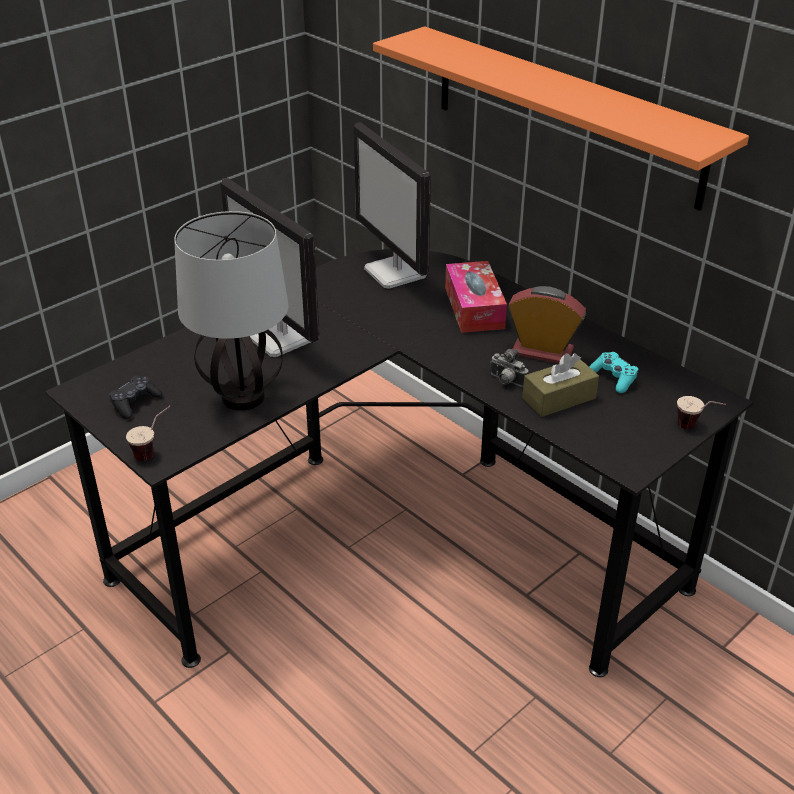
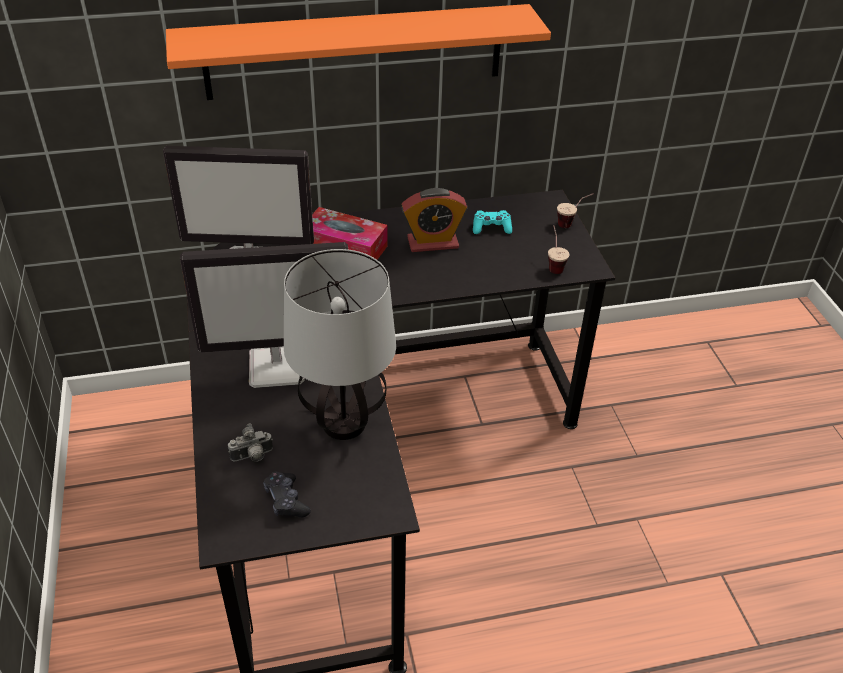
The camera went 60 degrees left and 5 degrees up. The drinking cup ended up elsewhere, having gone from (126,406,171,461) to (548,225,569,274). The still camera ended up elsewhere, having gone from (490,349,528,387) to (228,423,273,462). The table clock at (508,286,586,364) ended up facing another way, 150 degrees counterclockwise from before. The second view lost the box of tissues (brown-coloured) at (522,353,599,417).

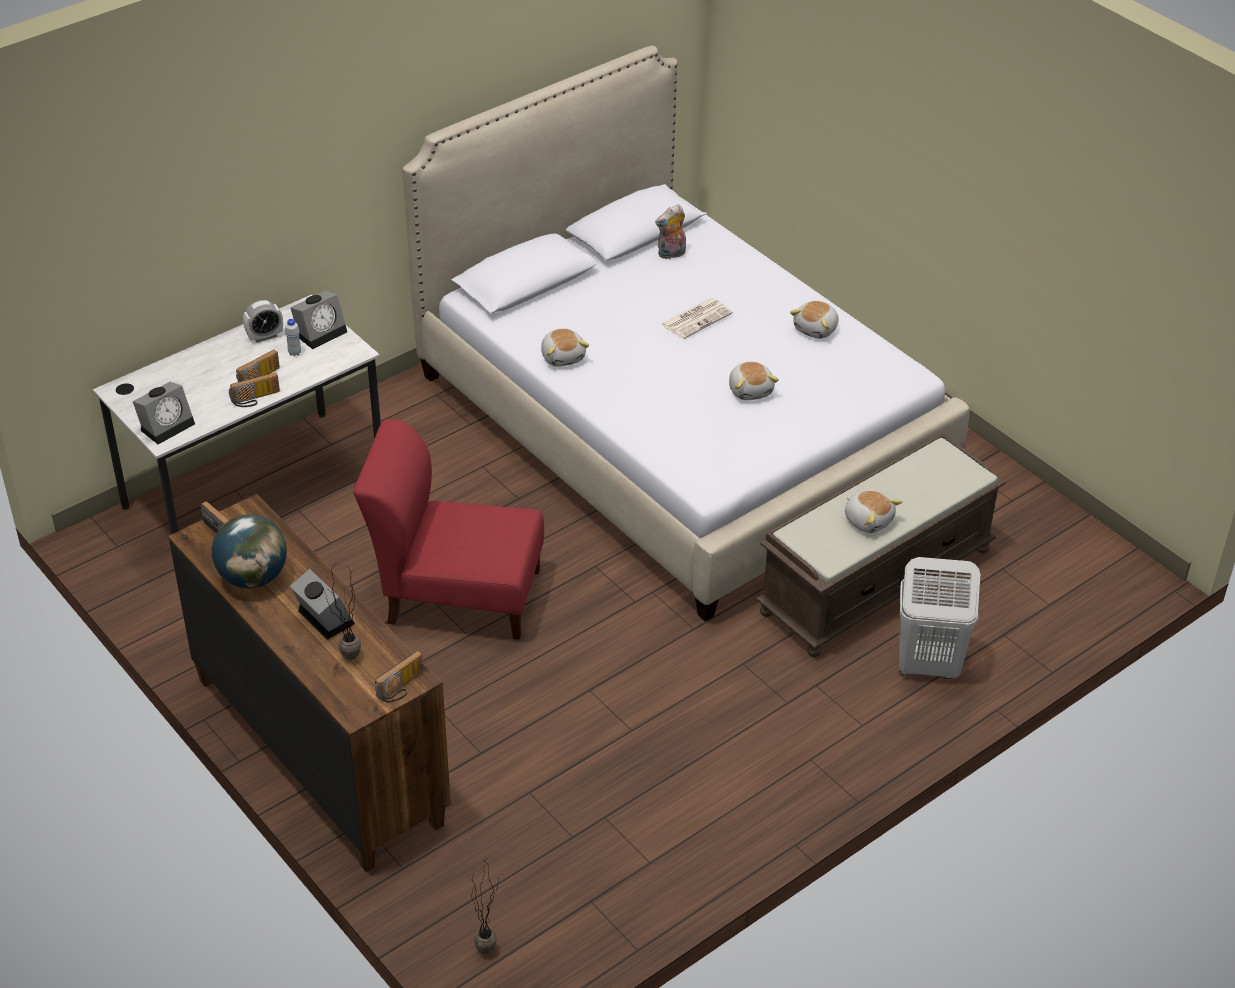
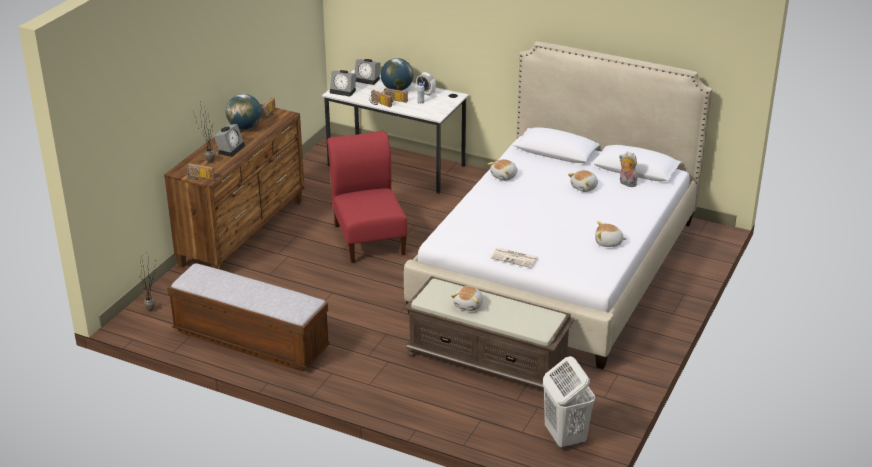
The camera went 65 degrees right and 10 degrees down. The table clock ended up elsewhere, having gone from (290,291,347,349) to (355,59,380,85). The daily paper ended up elsewhere, having gone from (661,298,733,339) to (490,247,539,268). The soft toy ended up elsewhere, having gone from (729,362,779,400) to (568,170,598,192). The laundry basket (whitish) ended up elsewhere, having gone from (899,557,980,679) to (543,356,595,448). The second view gained the long seat at (167,263,330,372). The second view gained the desk globe at (381,58,413,91).

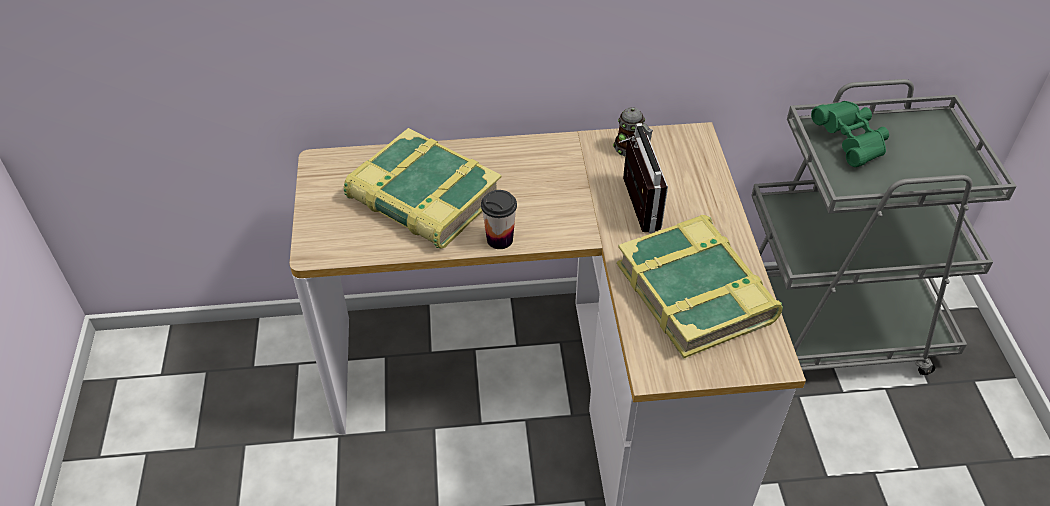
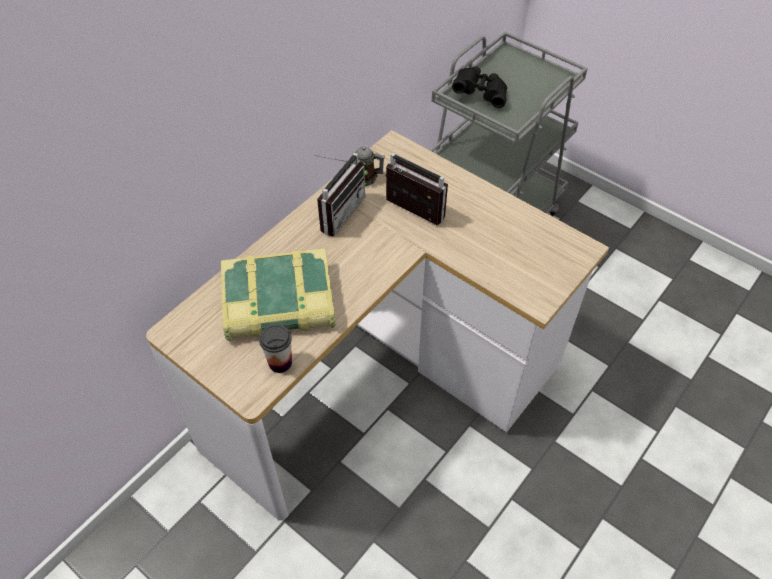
The camera went 45 degrees left and 5 degrees up. The drinking cup ended up elsewhere, having gone from (481,190,517,249) to (259,324,292,373). The second view lost the book at (616,215,783,358). What was the binoculars (greenish) at (811,101,889,167) turned into the binoculars (blackish) at (452,66,507,108). The second view gained the radio receiver at (313,153,365,236).

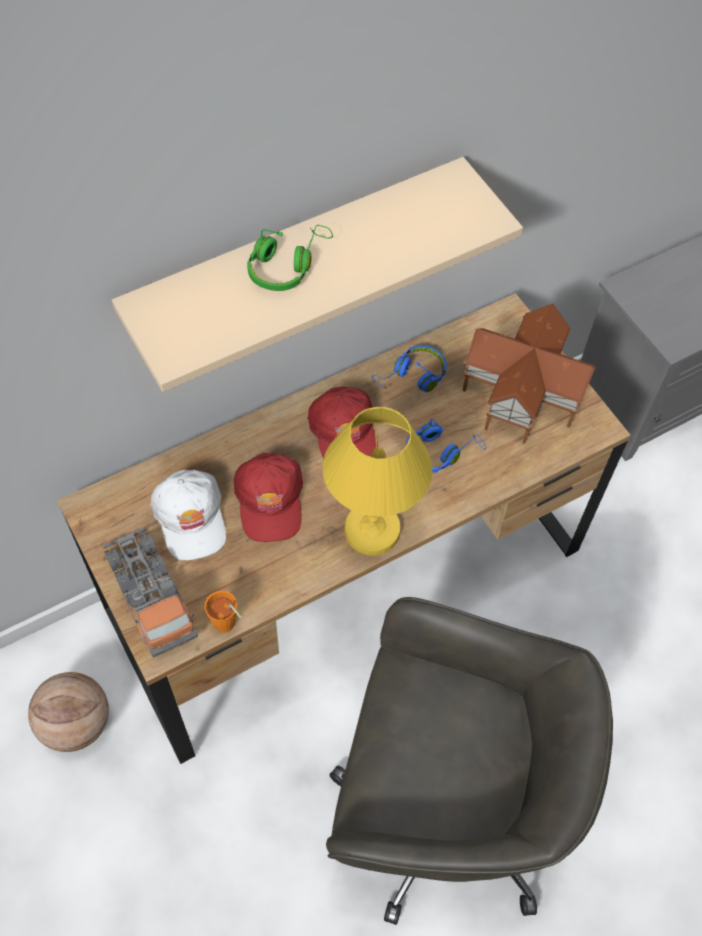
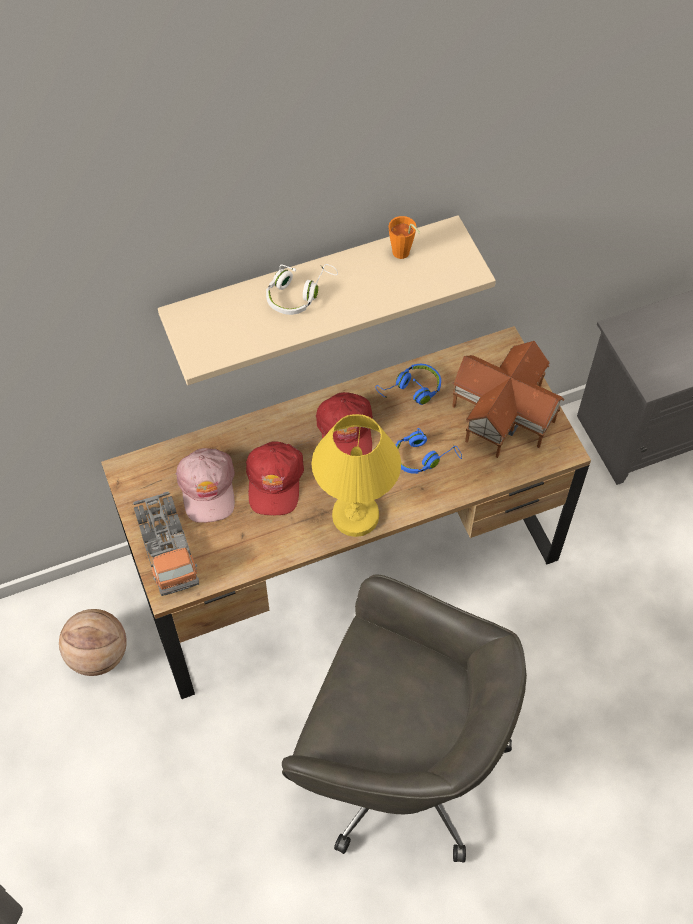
The camera went 10 degrees right and 0 degrees up. What was the peaked cap (whitish) at (150,470,226,561) turned into the peaked cap (pink-coloured) at (176,448,235,523). The drinking cup (orange) ended up elsewhere, having gone from (204,591,242,633) to (388,216,420,259). What was the headphones (greenish) at (247,225,333,291) turned into the headphones (whitish) at (266,264,338,315).

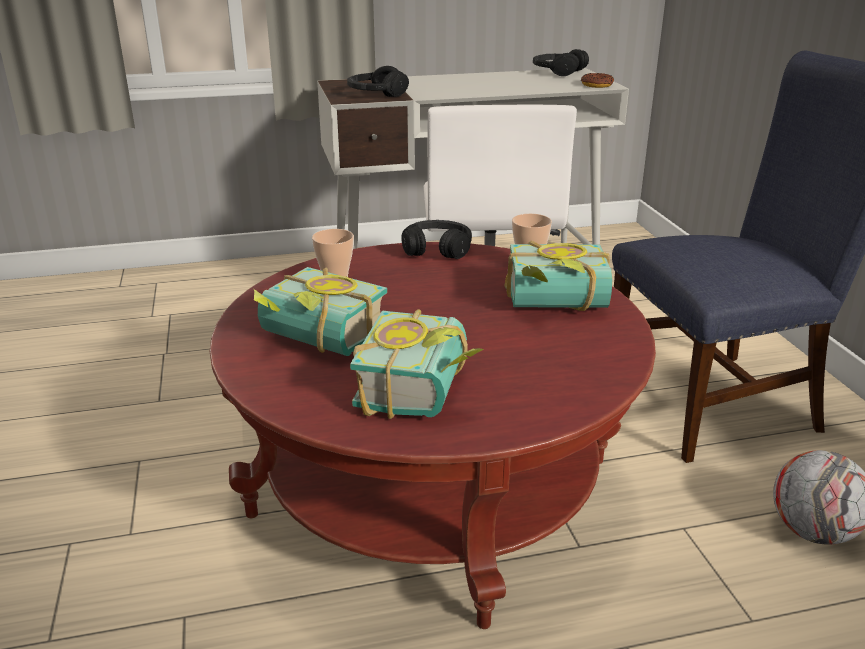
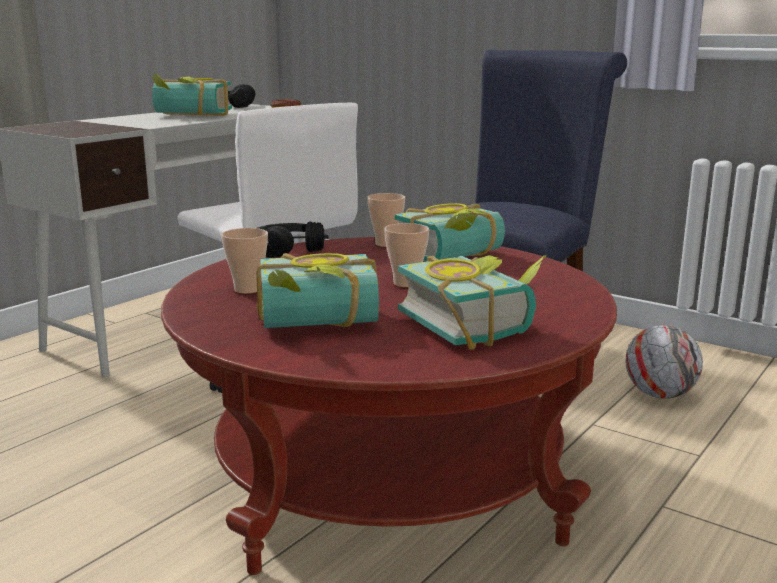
The camera went 40 degrees left and 10 degrees down. The second view lost the headphones (blackish) at (347,66,409,97). The second view gained the book at (152,74,232,116). The second view gained the drinking cup at (384,223,429,287).

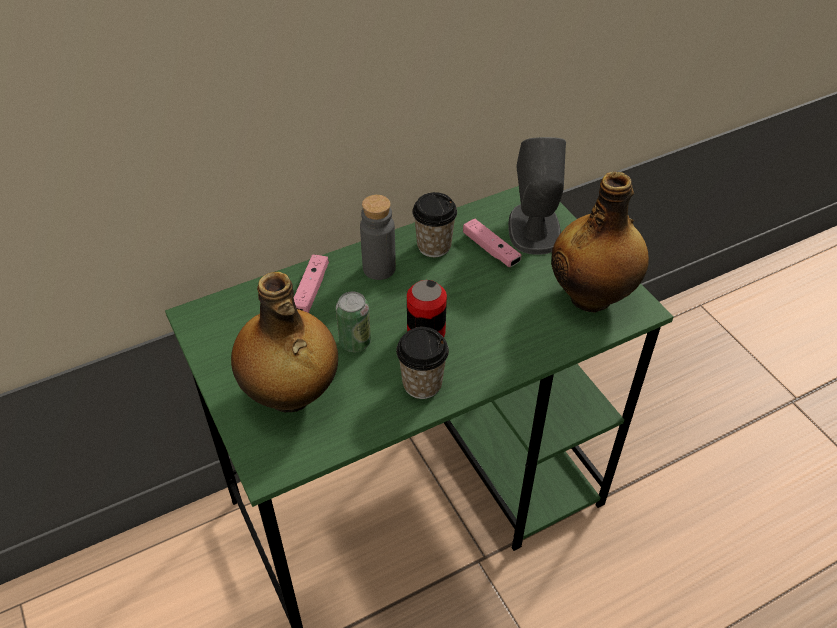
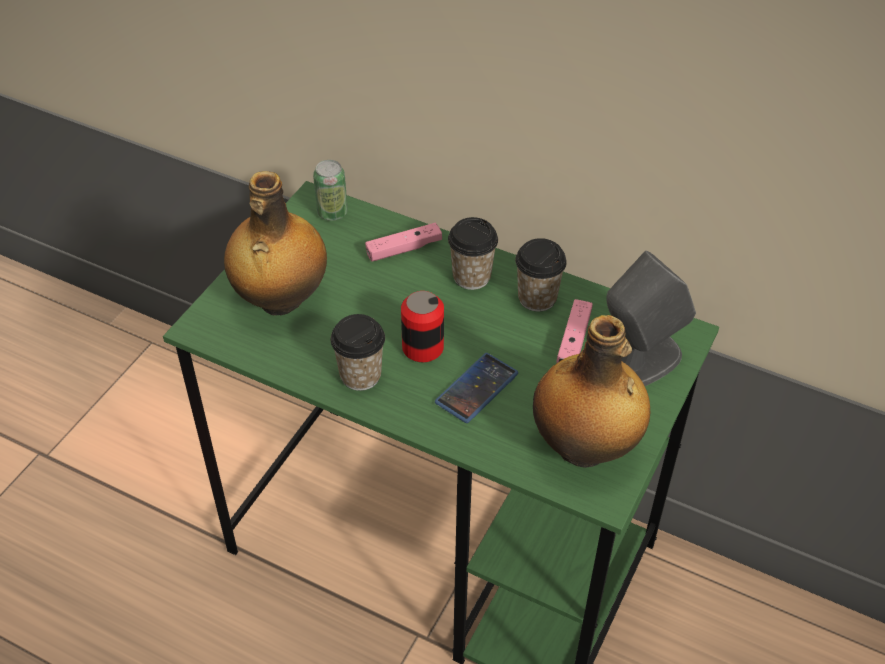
The camera went 55 degrees right and 0 degrees up. The metal can ended up elsewhere, having gone from (336,291,371,352) to (313,160,348,221). Where the bottle (gray) stood at (360,195,396,280), the drinking cup came to stand at (448,217,498,290). The second view gained the handset at (435,353,518,423).

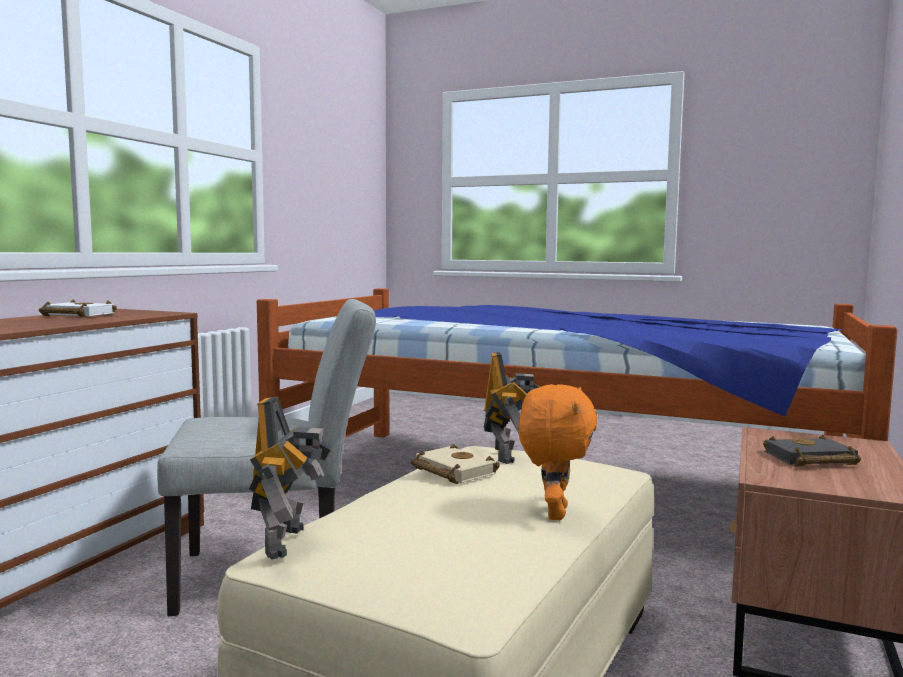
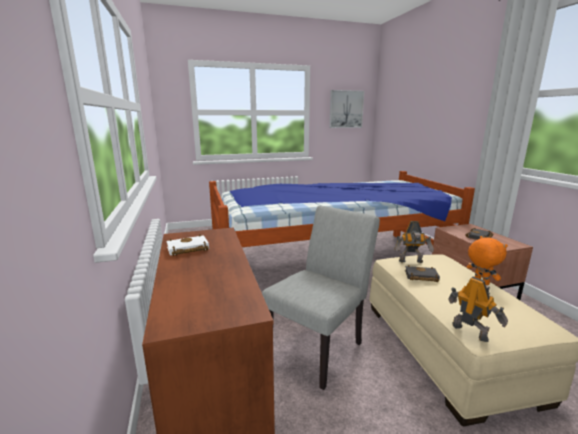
The camera went 40 degrees left and 10 degrees up. What was the book (beige-coloured) at (411,444,500,484) turned into the book (blackish) at (405,265,440,282). The model robot at (484,352,540,464) ended up facing another way, 135 degrees clockwise from before. The second view gained the wall picture at (329,90,364,128).

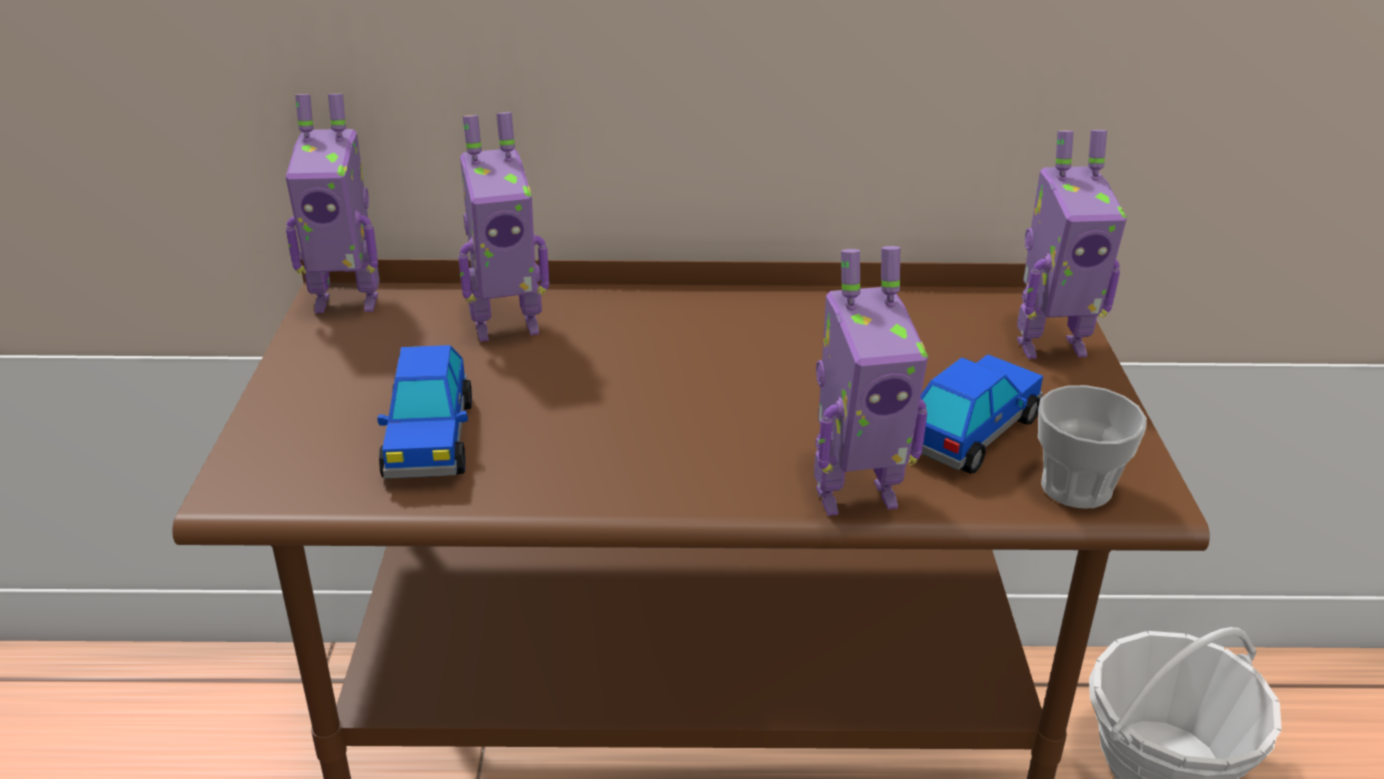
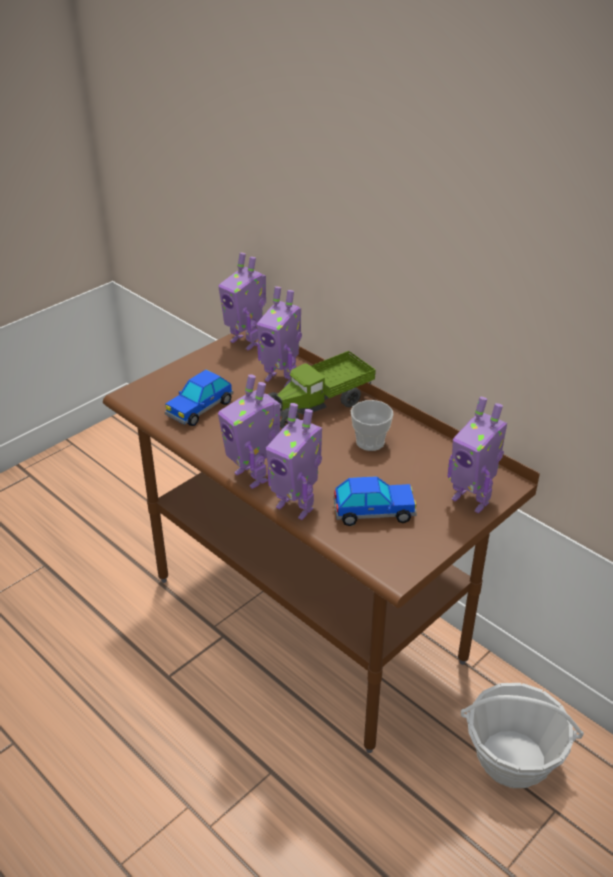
The camera went 45 degrees right and 5 degrees up. The drinking cup ended up elsewhere, having gone from (1038,385,1147,508) to (351,400,394,451). The second view gained the model robot at (218,374,280,489). The second view gained the toy lorry at (268,351,376,429).

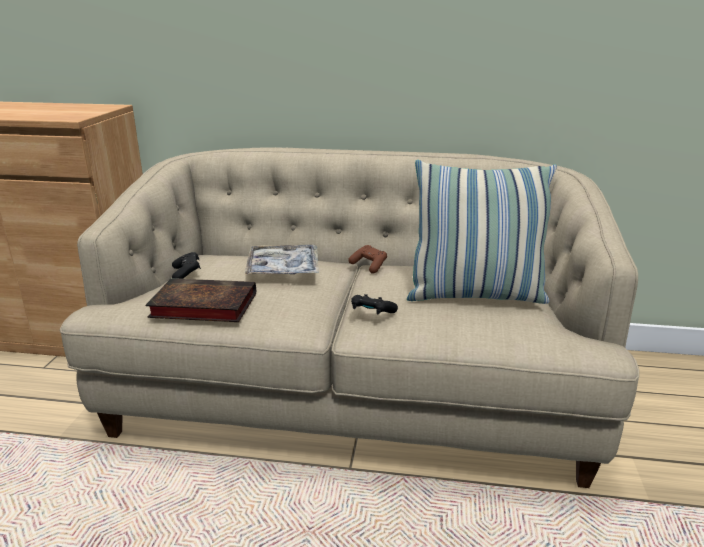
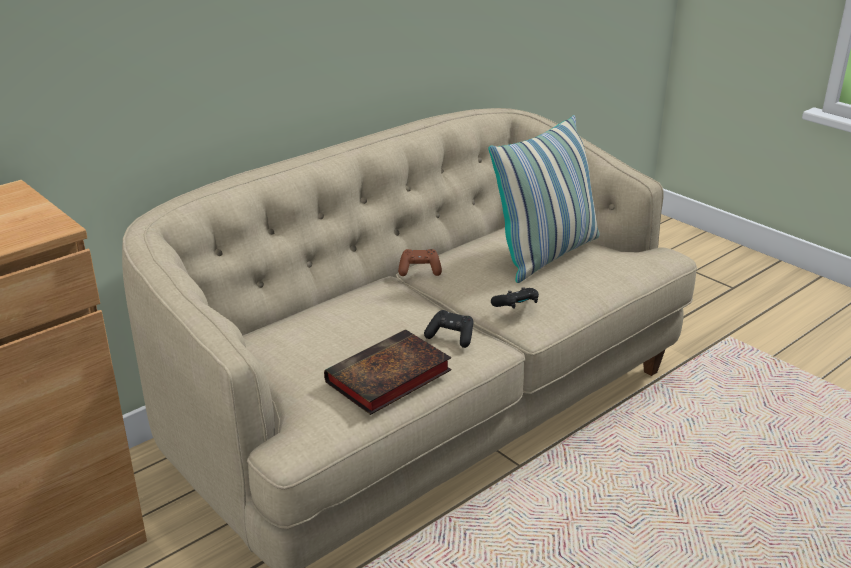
The camera went 50 degrees left and 5 degrees up. The joypad (blackish) ended up elsewhere, having gone from (172,252,201,279) to (424,310,473,348). The second view lost the tray at (245,245,319,275).

